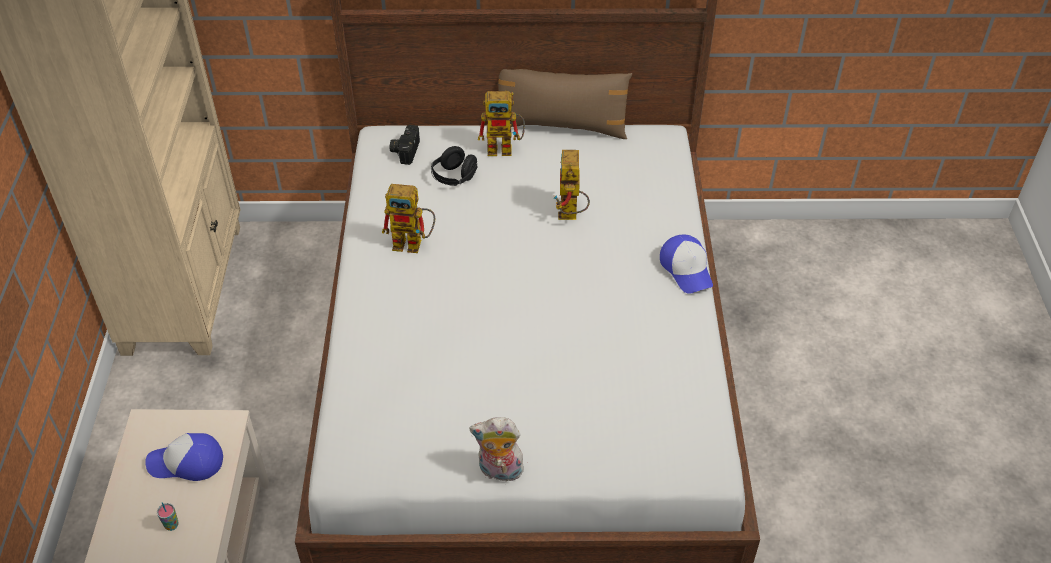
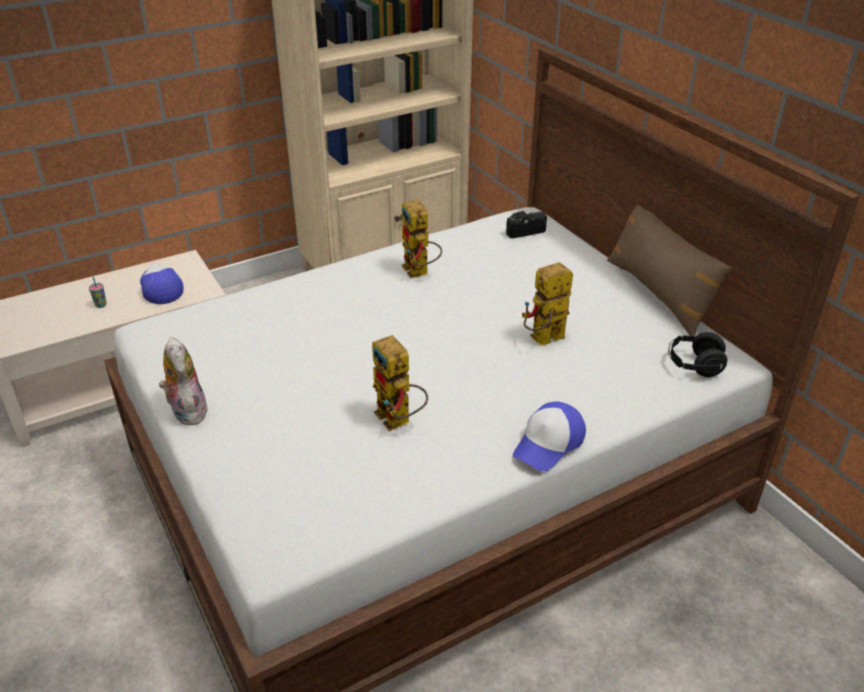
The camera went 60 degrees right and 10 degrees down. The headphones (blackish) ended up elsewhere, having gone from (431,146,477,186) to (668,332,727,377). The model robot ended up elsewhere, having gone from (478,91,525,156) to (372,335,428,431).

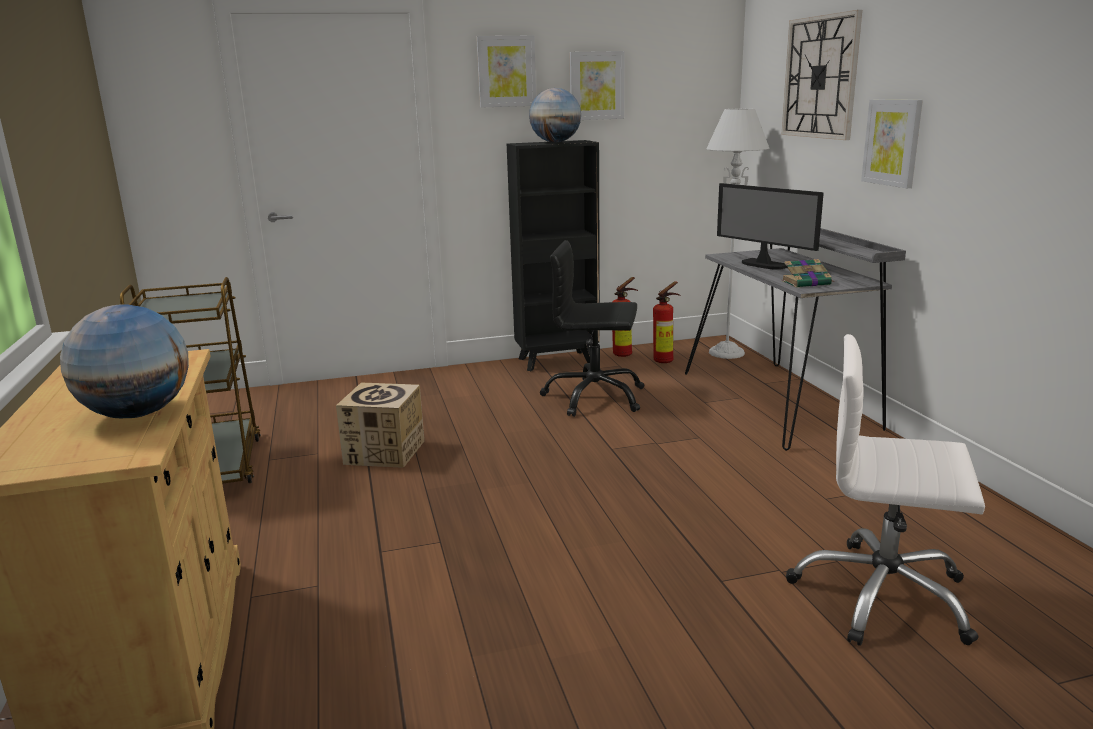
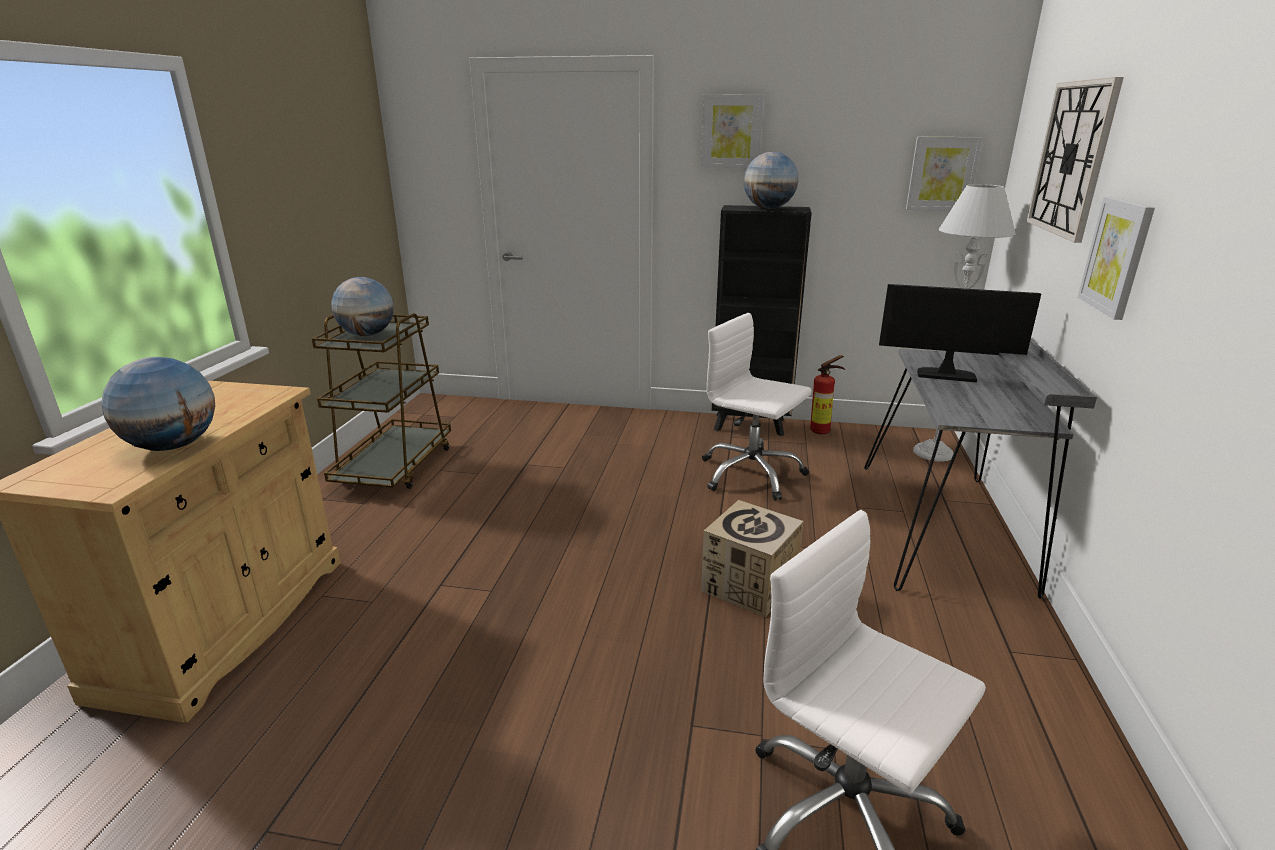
The camera went 25 degrees right and 5 degrees up. The cardboard box ended up elsewhere, having gone from (336,382,424,468) to (701,500,803,617). What was the computer chair (blackish) at (540,240,644,417) turned into the computer chair (whitish) at (702,313,812,501). The wall picture ended up elsewhere, having gone from (570,51,625,120) to (906,137,983,211). The second view lost the fire-fighting cylinder at (653,281,680,363). The monitor at (717,183,824,270) ended up facing another way, 120 degrees clockwise from before. The second view lost the book at (781,259,832,288). The second view gained the desk globe at (331,277,394,336).

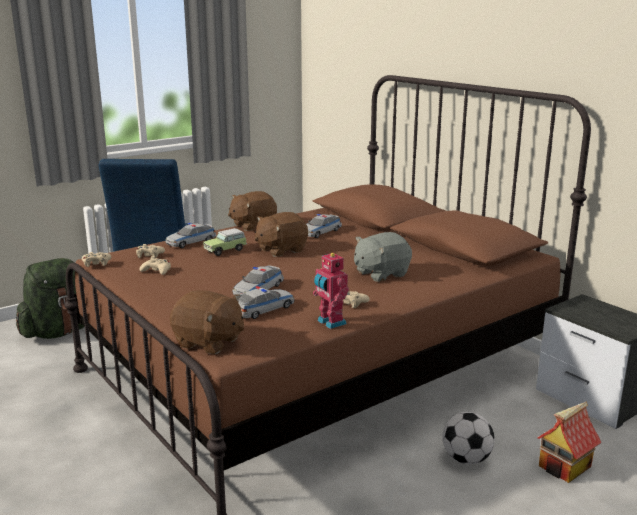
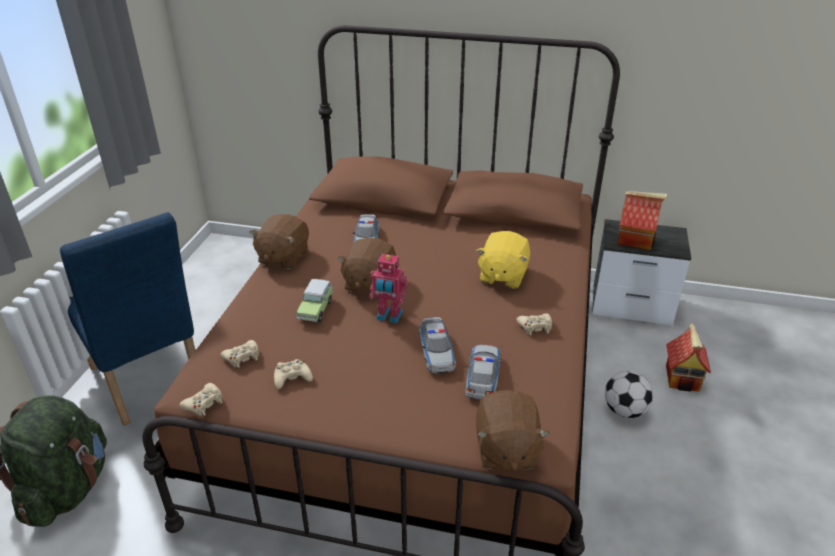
The camera went 40 degrees left and 15 degrees up. The second view lost the model car at (165,223,217,248). The soft toy (brown-coloured) at (170,290,244,354) ended up facing another way, 105 degrees clockwise from before. The model robot ended up elsewhere, having gone from (313,251,349,329) to (370,254,408,323). What was the soft toy (gray) at (354,232,412,282) turned into the soft toy (yellowish) at (476,231,530,289). The second view gained the model house at (617,191,667,251).

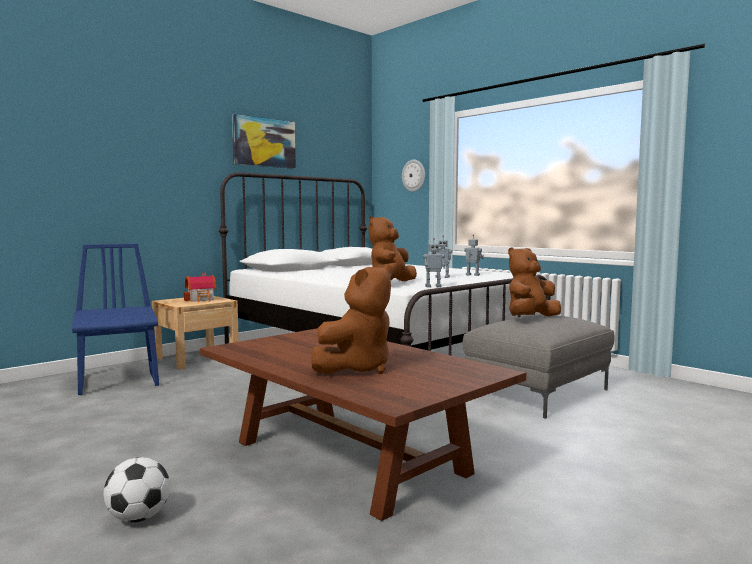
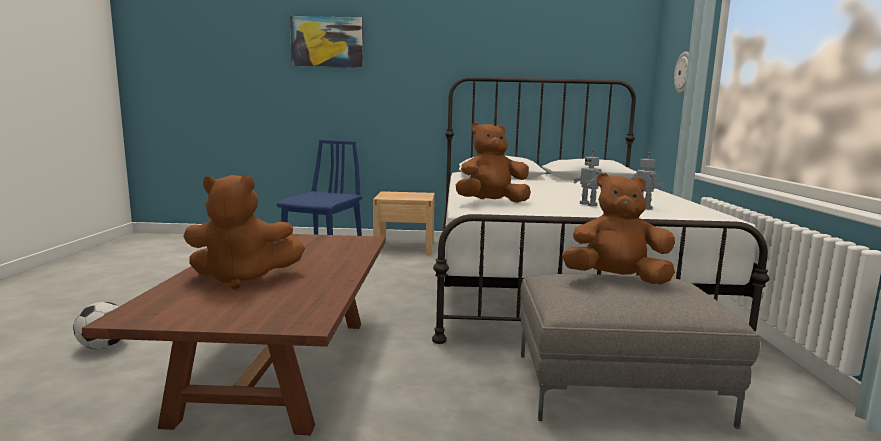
The camera went 45 degrees right and 5 degrees up. The second view lost the model house at (184,273,216,302). The wall picture ended up elsewhere, having gone from (232,114,296,169) to (290,16,363,68). The second view lost the model robot at (423,238,445,287).

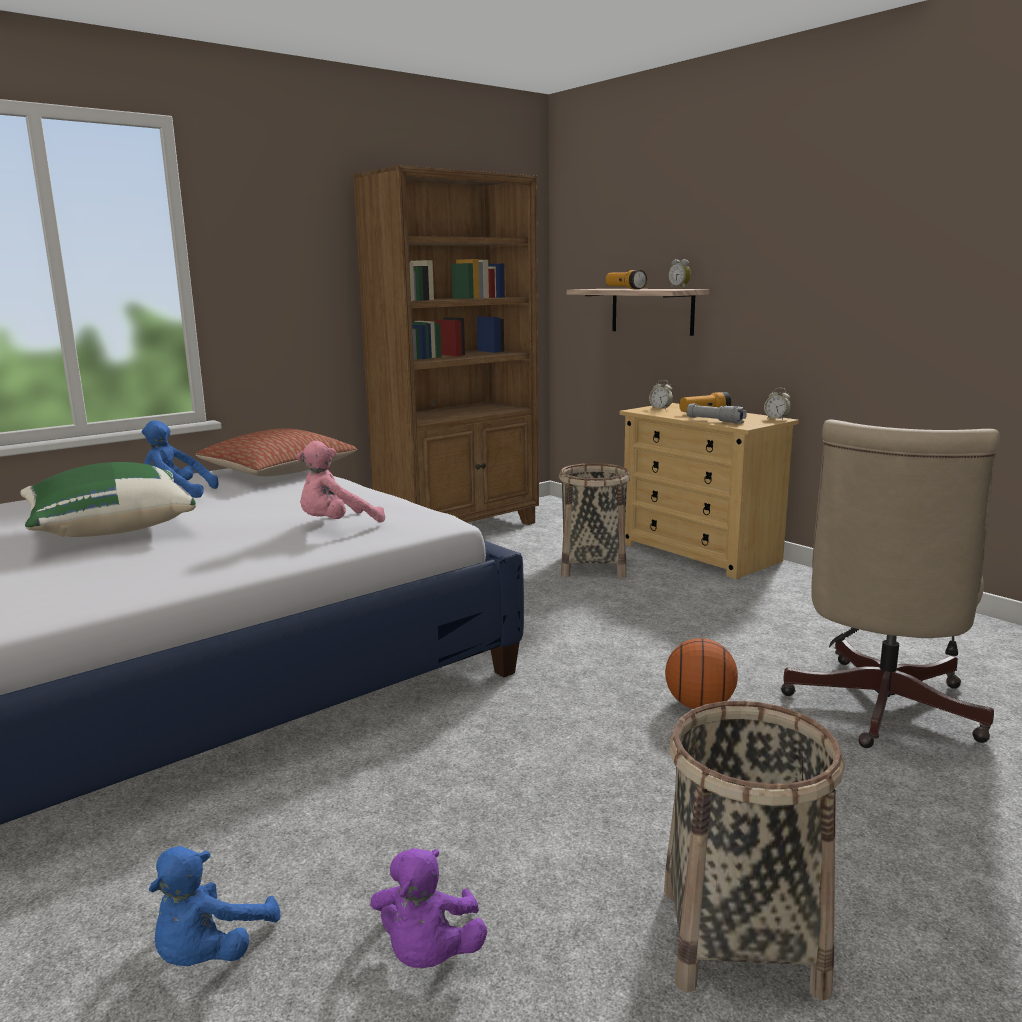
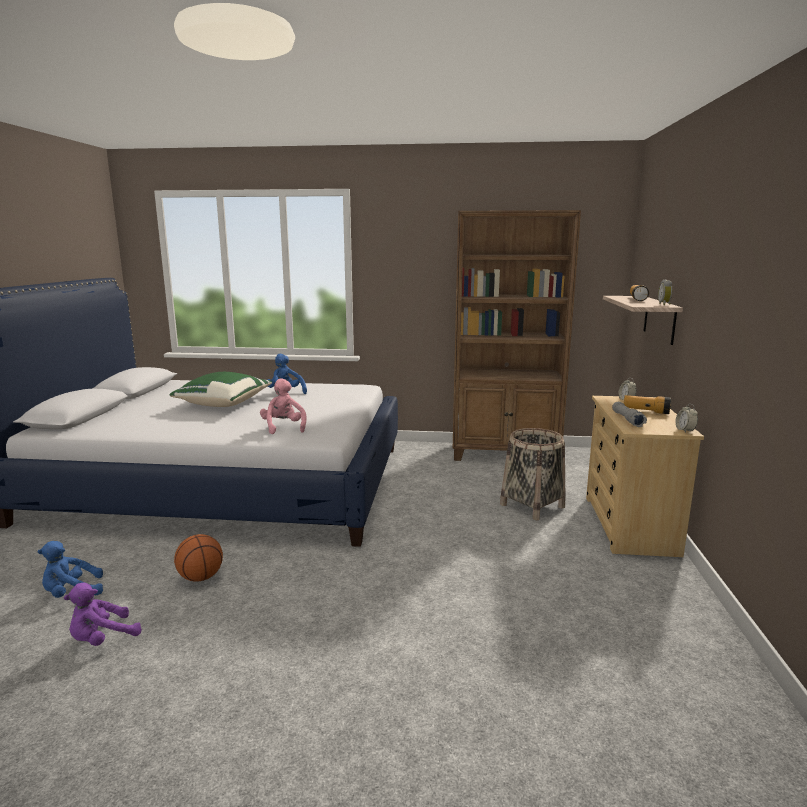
The camera went 45 degrees right and 0 degrees up. The second view lost the cushion at (196,428,357,476). The soft toy (pink-coloured) at (296,441,385,523) ended up facing another way, 60 degrees clockwise from before. The second view lost the storage basket at (664,701,844,1000). The basketball ball ended up elsewhere, having gone from (665,638,738,709) to (174,534,223,582). The second view lost the computer chair (beige-coloured) at (781,420,1000,748).

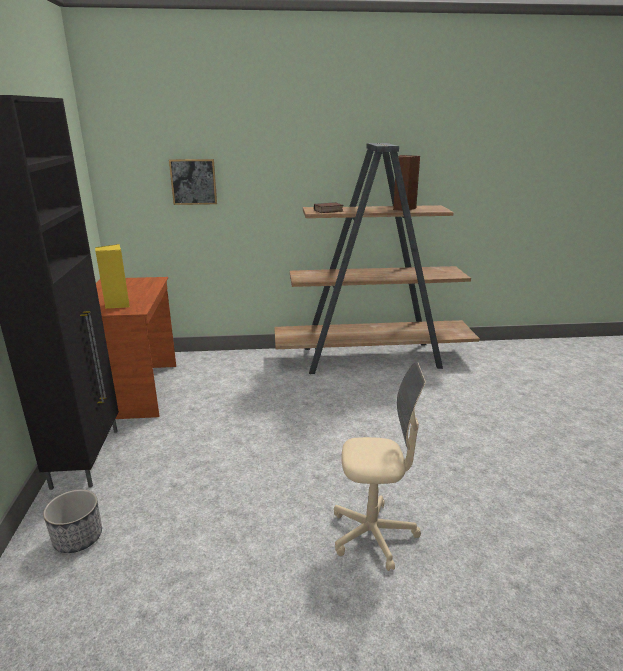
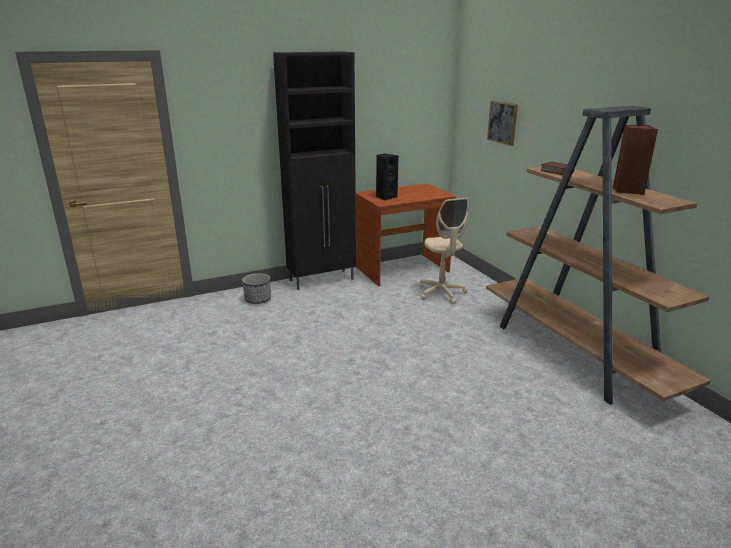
The camera went 70 degrees right and 0 degrees up. What was the loudspeaker (yellowish) at (95,244,130,309) turned into the loudspeaker (blackish) at (376,153,399,200). The computer chair (beige-coloured) ended up elsewhere, having gone from (334,362,425,571) to (420,198,468,304).

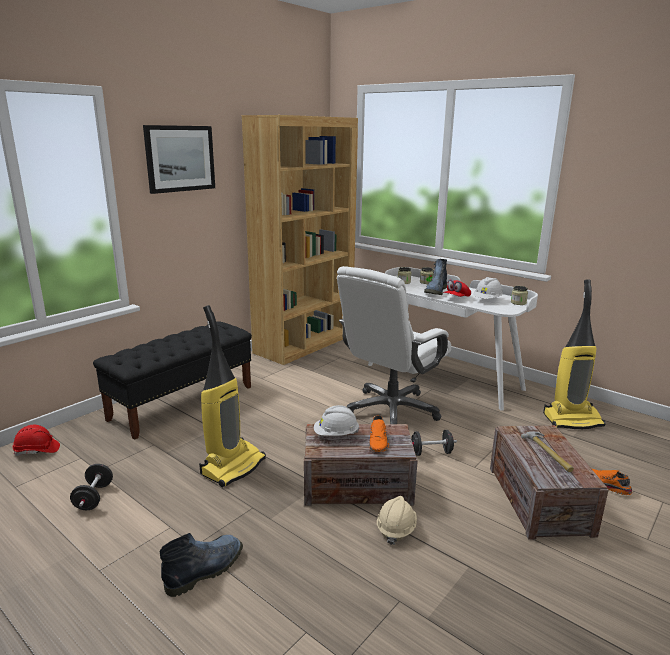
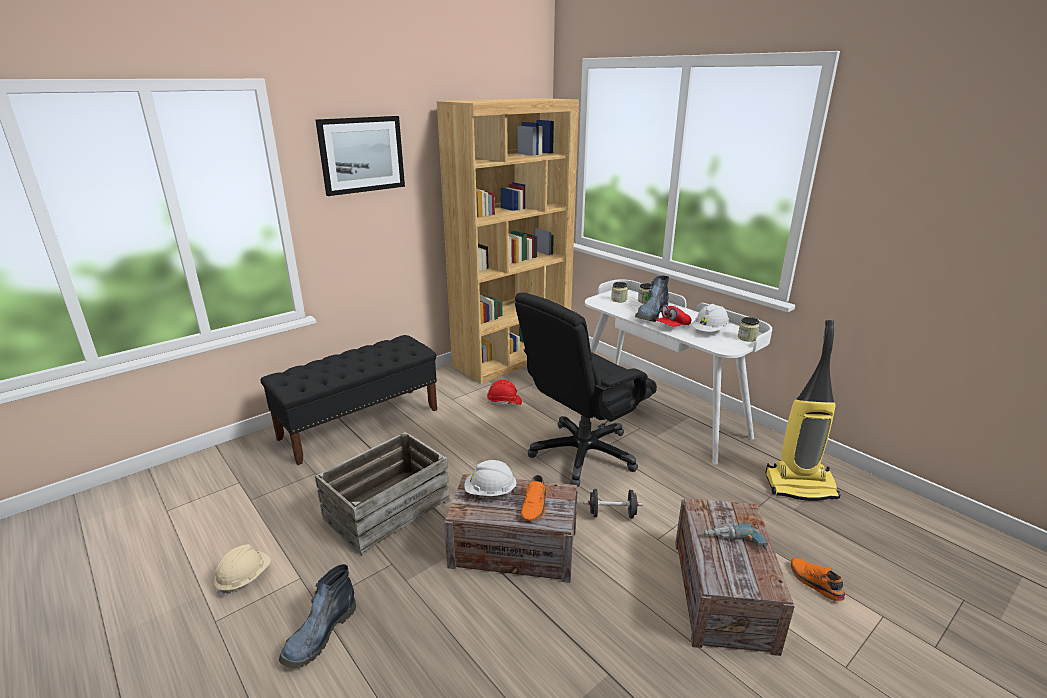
The camera went 10 degrees right and 5 degrees up. The safety helmet (red) ended up elsewhere, having gone from (12,425,60,456) to (487,380,522,405). The second view lost the dumbbell (blackish) at (70,464,113,510). The tall boot at (160,533,243,597) ended up facing another way, 150 degrees clockwise from before. Where the vacuum stood at (199,305,266,487), the crate came to stand at (315,432,451,556). What was the computer chair (whitish) at (337,266,451,424) turned into the computer chair (blackish) at (515,292,657,487). The safety helmet (beige-coloured) ended up elsewhere, having gone from (377,496,417,545) to (214,544,271,596). Where the tool hammer stood at (521,431,574,472), the power drill came to stand at (702,524,768,550).

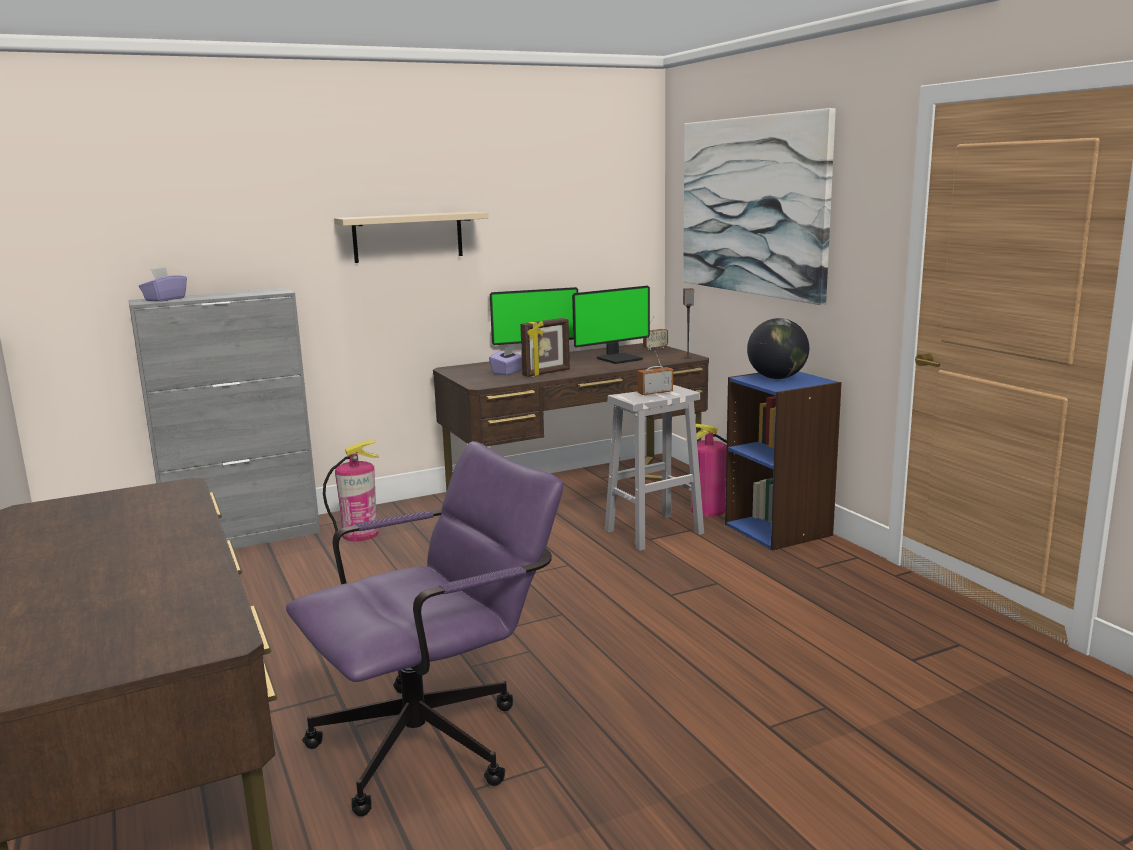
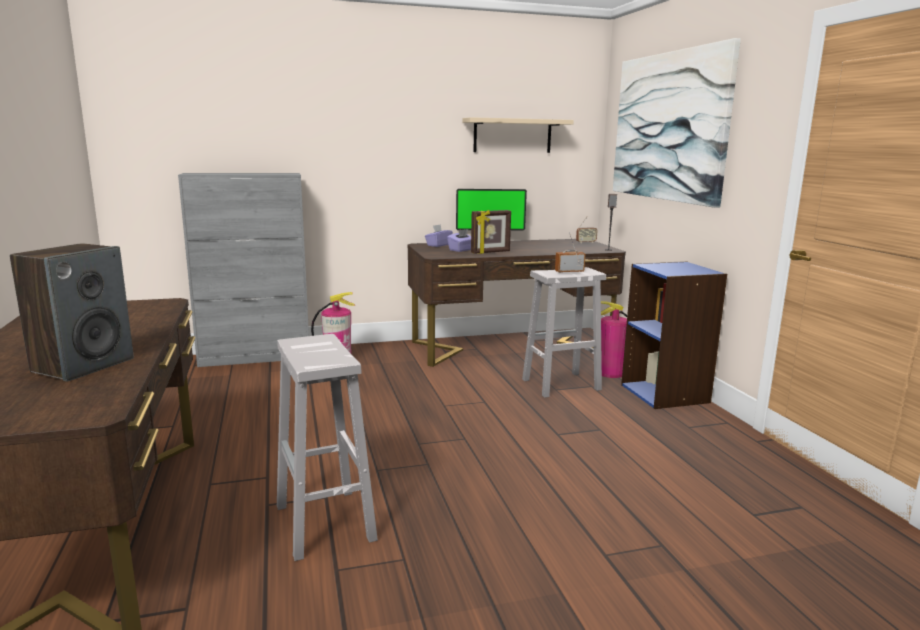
The camera went 10 degrees right and 0 degrees up. The box of tissues (purple) ended up elsewhere, having gone from (139,267,187,302) to (425,224,453,247). Where the computer chair (purple) stood at (286,441,563,817), the sitting stool (whitish) came to stand at (277,334,378,561). The bracket shelf (beige-coloured) ended up elsewhere, having gone from (334,212,488,263) to (462,117,574,153). The second view lost the monitor at (572,286,650,364). The second view lost the desk globe at (747,318,809,379). The second view gained the loudspeaker at (10,243,134,382).

